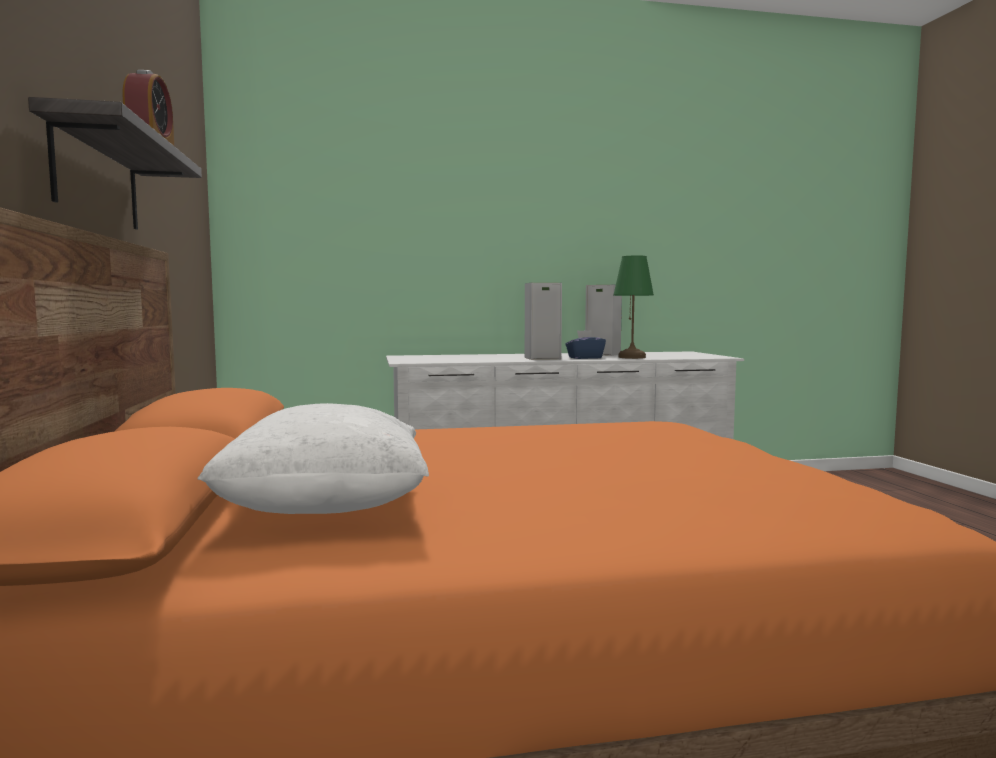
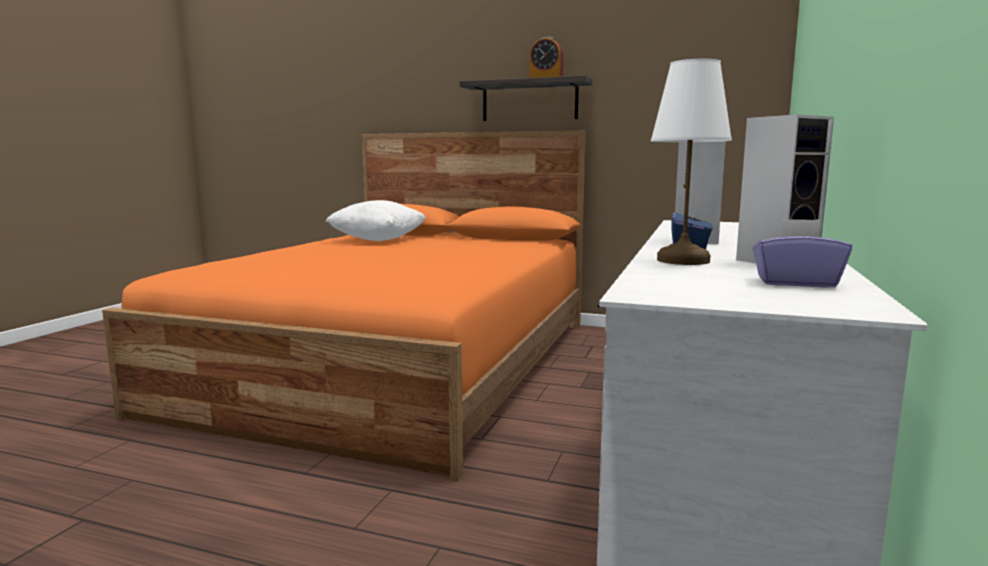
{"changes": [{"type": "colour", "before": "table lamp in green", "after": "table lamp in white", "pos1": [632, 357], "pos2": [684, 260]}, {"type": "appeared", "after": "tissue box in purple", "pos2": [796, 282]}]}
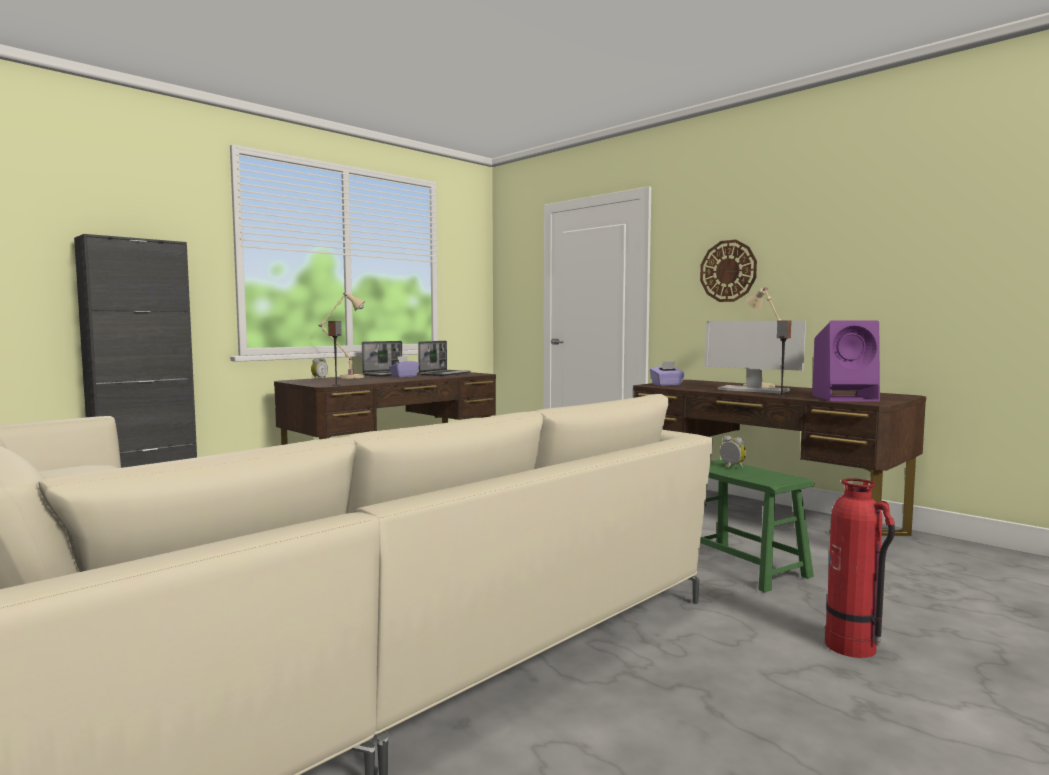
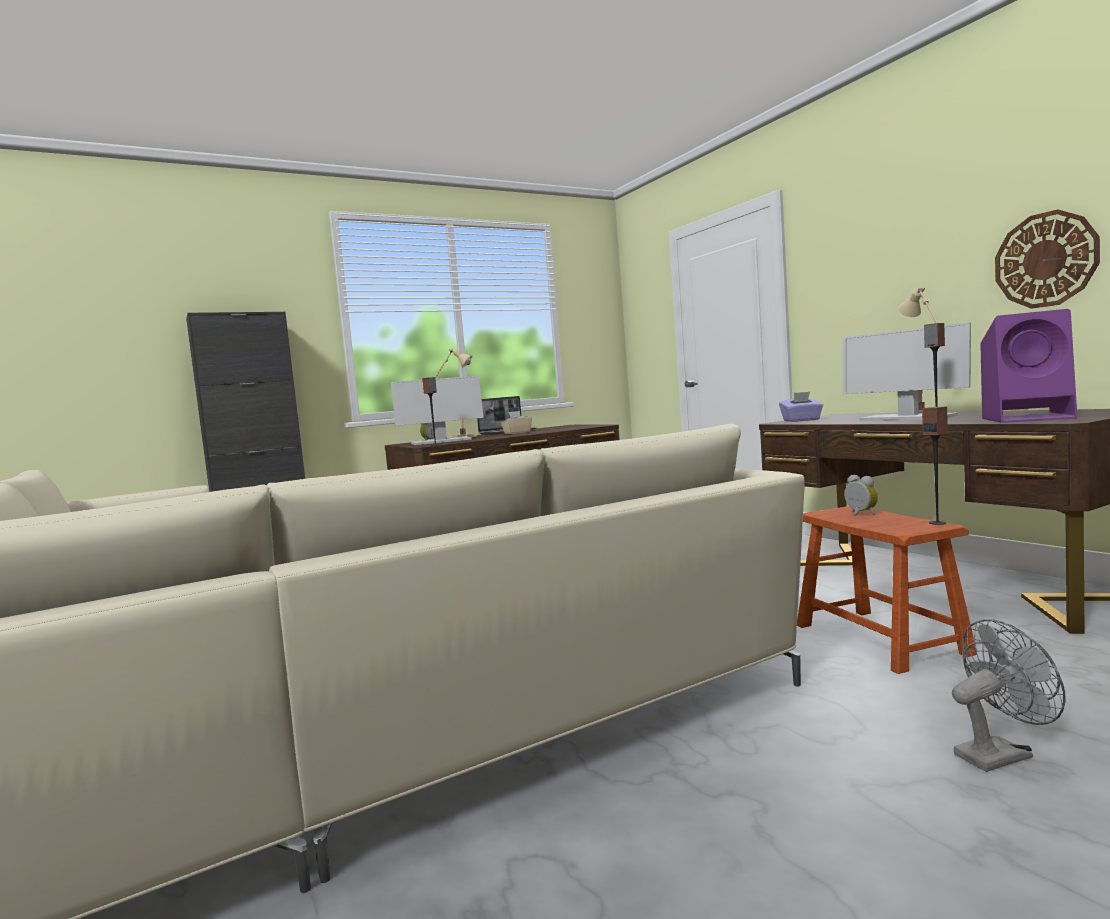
{"changes": [{"type": "appeared", "after": "monitor", "pos2": [440, 441]}, {"type": "colour", "before": "tissue box in purple", "after": "tissue box in beige", "pos1": [404, 376], "pos2": [517, 433]}, {"type": "colour", "before": "stool in green", "after": "stool in brown", "pos1": [742, 566], "pos2": [879, 639]}, {"type": "appeared", "after": "speaker", "pos2": [937, 523]}, {"type": "exchanged", "before": "fire extinguisher", "after": "fan in grey", "pos1": [851, 647], "pos2": [1000, 754]}, {"type": "relocated", "before": "wall clock", "pos1": [728, 271], "pos2": [1045, 260]}, {"type": "missing", "before": "laptop", "pos1": [445, 374]}]}
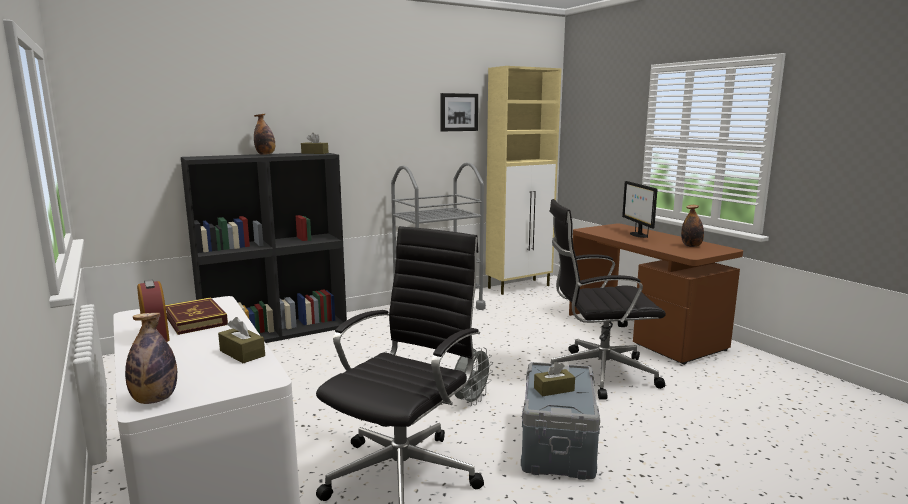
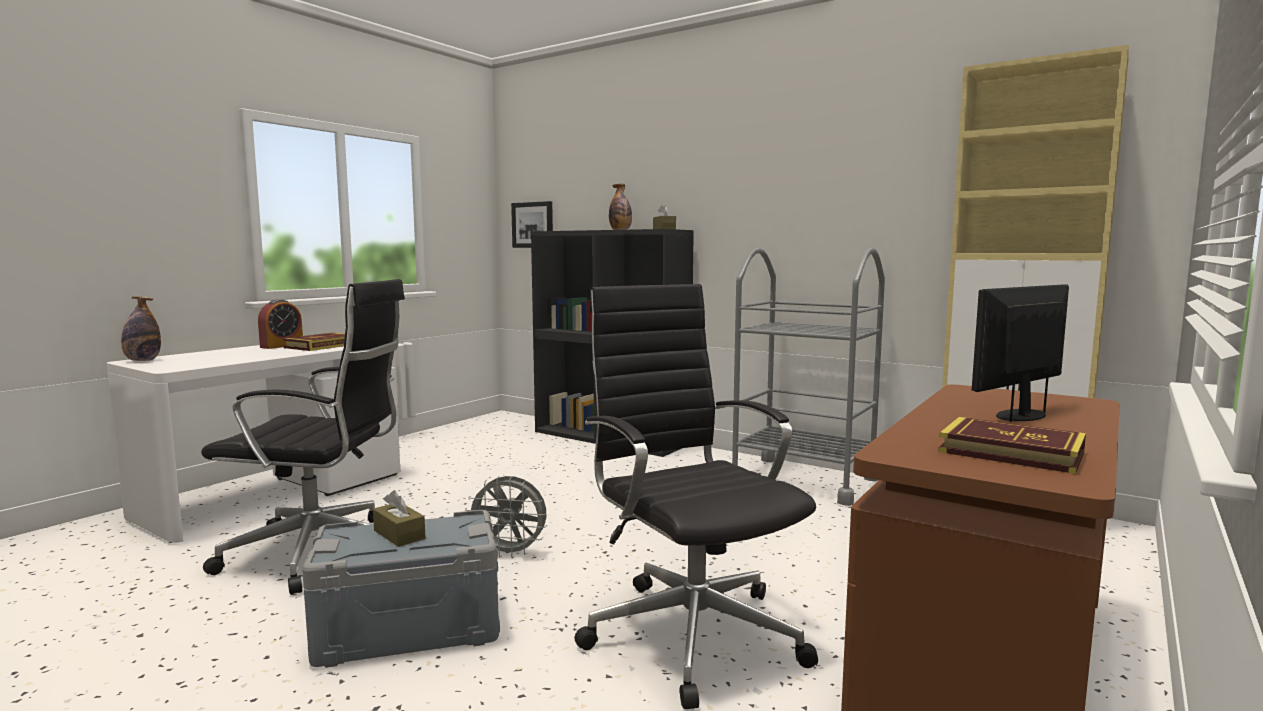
{"changes": [{"type": "relocated", "before": "picture", "pos1": [458, 112], "pos2": [533, 225]}, {"type": "exchanged", "before": "bottle", "after": "book", "pos1": [691, 246], "pos2": [1011, 452]}, {"type": "missing", "before": "tissue box in brown", "pos1": [242, 353]}]}
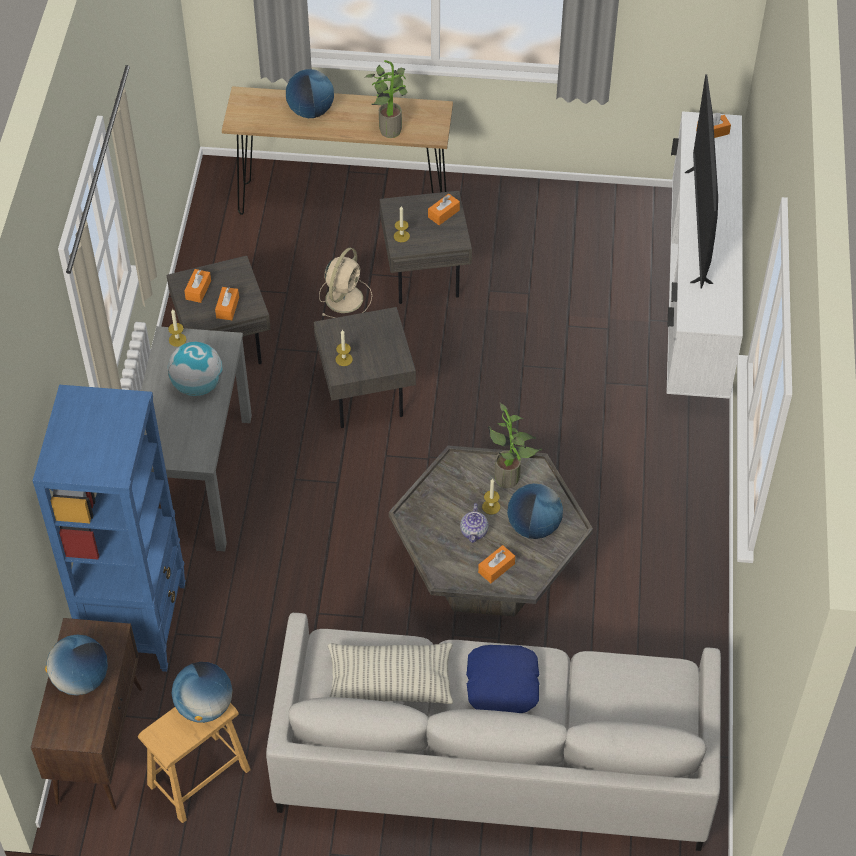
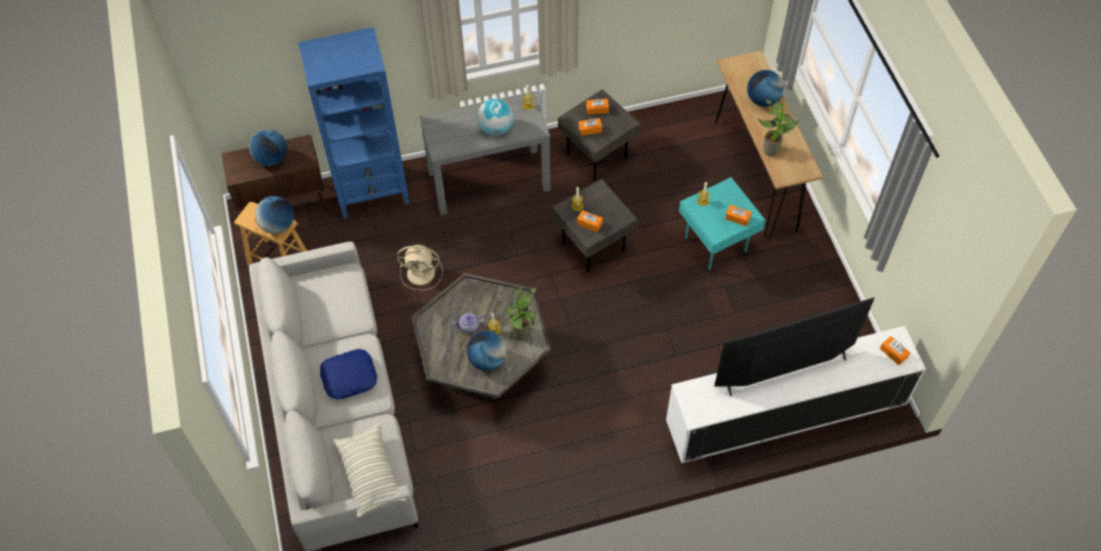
{"changes": [{"type": "relocated", "before": "pillow", "pos1": [390, 683], "pos2": [371, 475]}, {"type": "relocated", "before": "fan in beige", "pos1": [345, 297], "pos2": [422, 273]}, {"type": "relocated", "before": "tissue box in orange", "pos1": [496, 568], "pos2": [589, 224]}, {"type": "colour", "before": "side table in grey", "after": "side table in turquoise", "pos1": [426, 276], "pos2": [717, 245]}]}
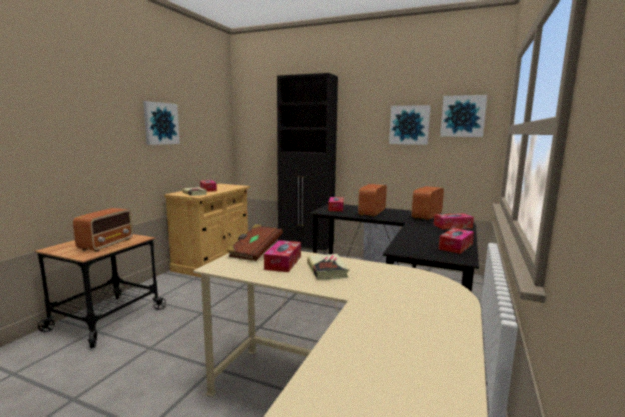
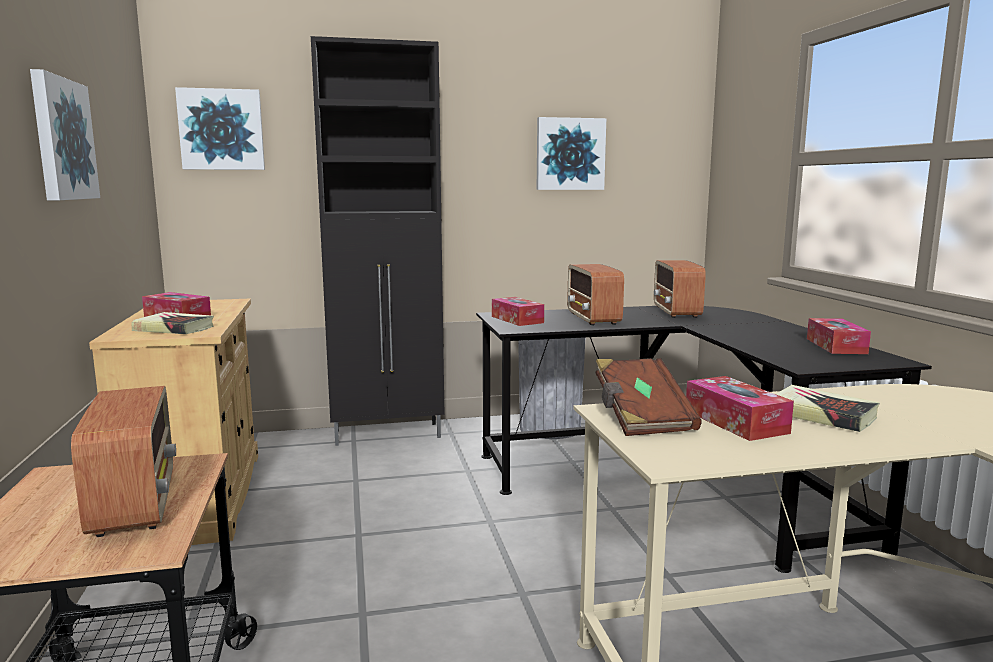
{"changes": [{"type": "relocated", "before": "picture", "pos1": [463, 116], "pos2": [221, 130]}, {"type": "missing", "before": "tissue box", "pos1": [452, 226]}]}
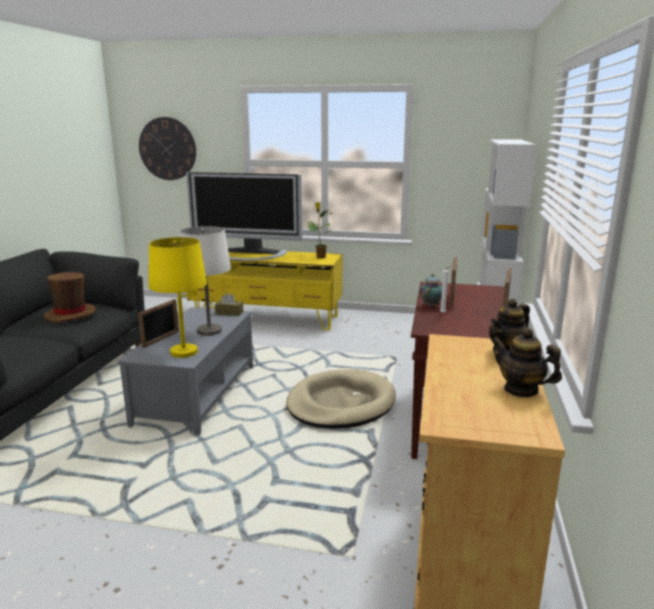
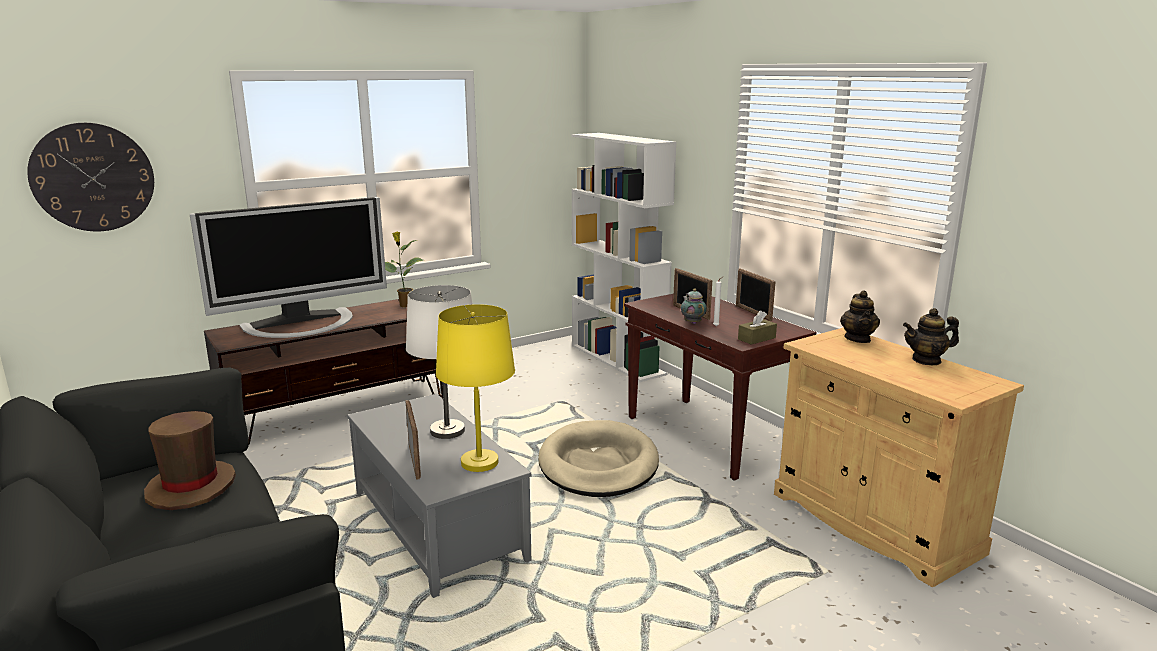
{"changes": [{"type": "colour", "before": "tv stand in yellow", "after": "tv stand in brown", "pos1": [267, 318], "pos2": [339, 410]}, {"type": "relocated", "before": "tissue box in brown", "pos1": [229, 313], "pos2": [756, 338]}]}
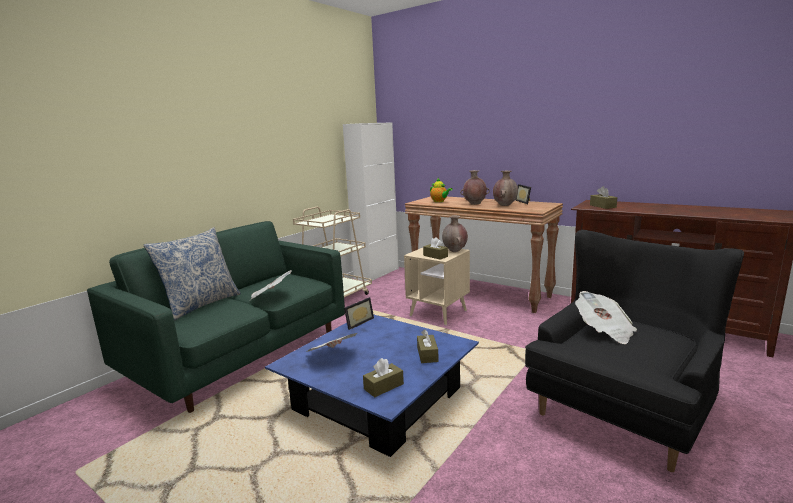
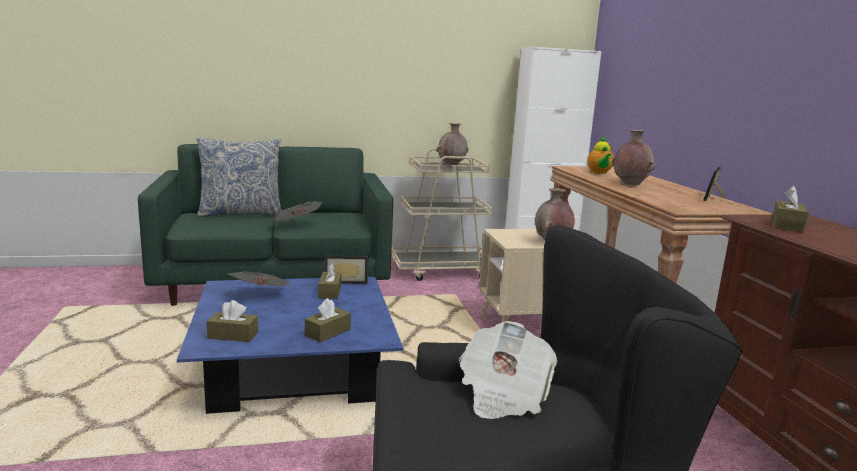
{"changes": [{"type": "relocated", "before": "tissue box in brown", "pos1": [435, 256], "pos2": [330, 292]}, {"type": "relocated", "before": "vase in brown", "pos1": [505, 205], "pos2": [451, 165]}]}
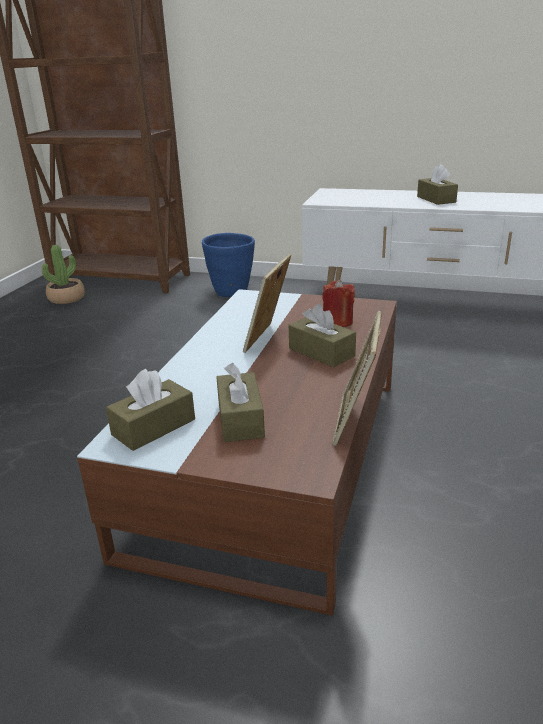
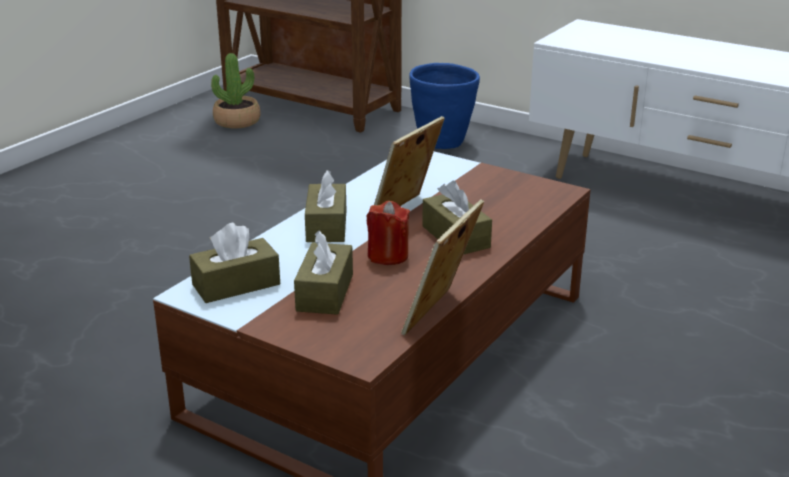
{"changes": [{"type": "relocated", "before": "tissue box in brown", "pos1": [436, 199], "pos2": [326, 226]}, {"type": "relocated", "before": "candle in red", "pos1": [337, 322], "pos2": [388, 256]}]}
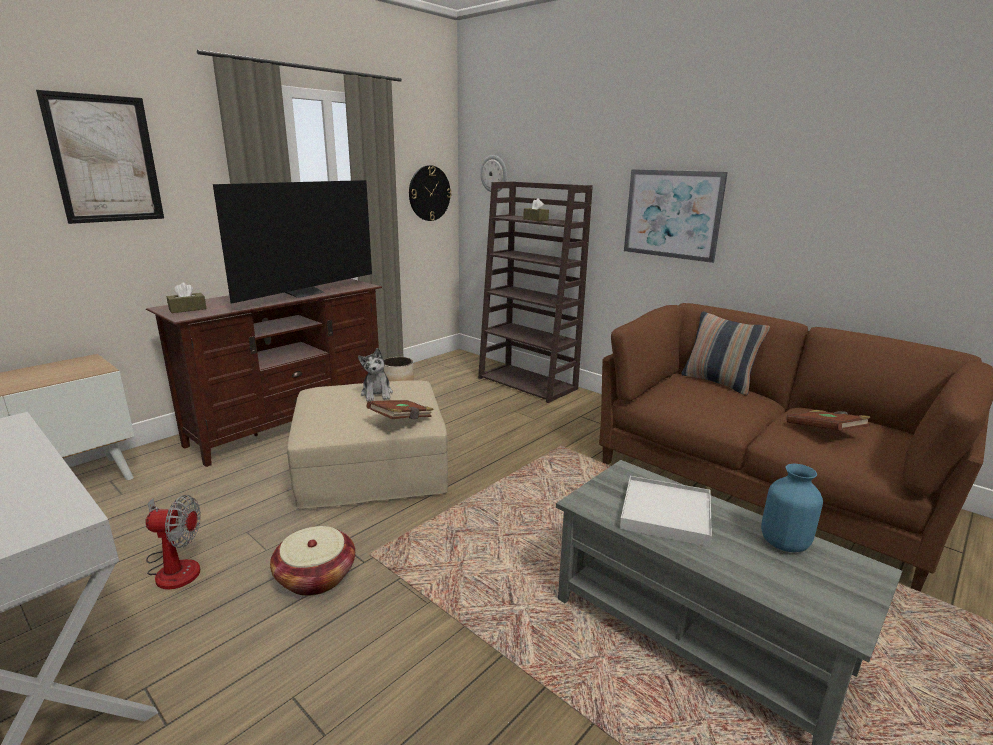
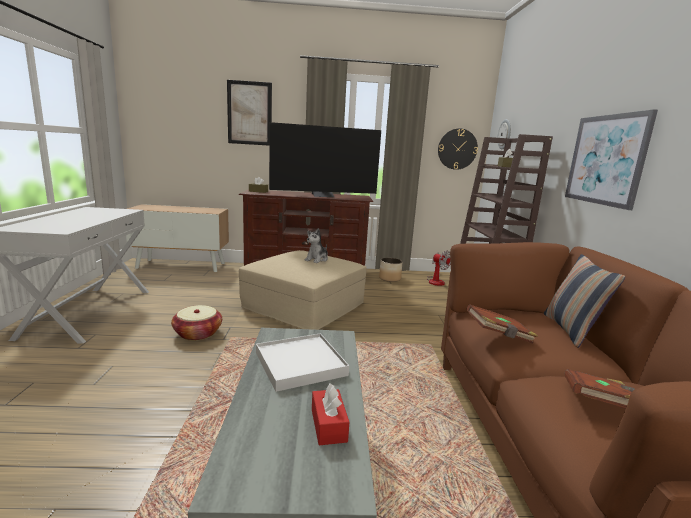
{"changes": [{"type": "exchanged", "before": "vase in blue", "after": "tissue box in red", "pos1": [783, 543], "pos2": [328, 425]}, {"type": "relocated", "before": "fan", "pos1": [175, 566], "pos2": [436, 281]}, {"type": "relocated", "before": "book in brown", "pos1": [402, 420], "pos2": [499, 335]}]}
